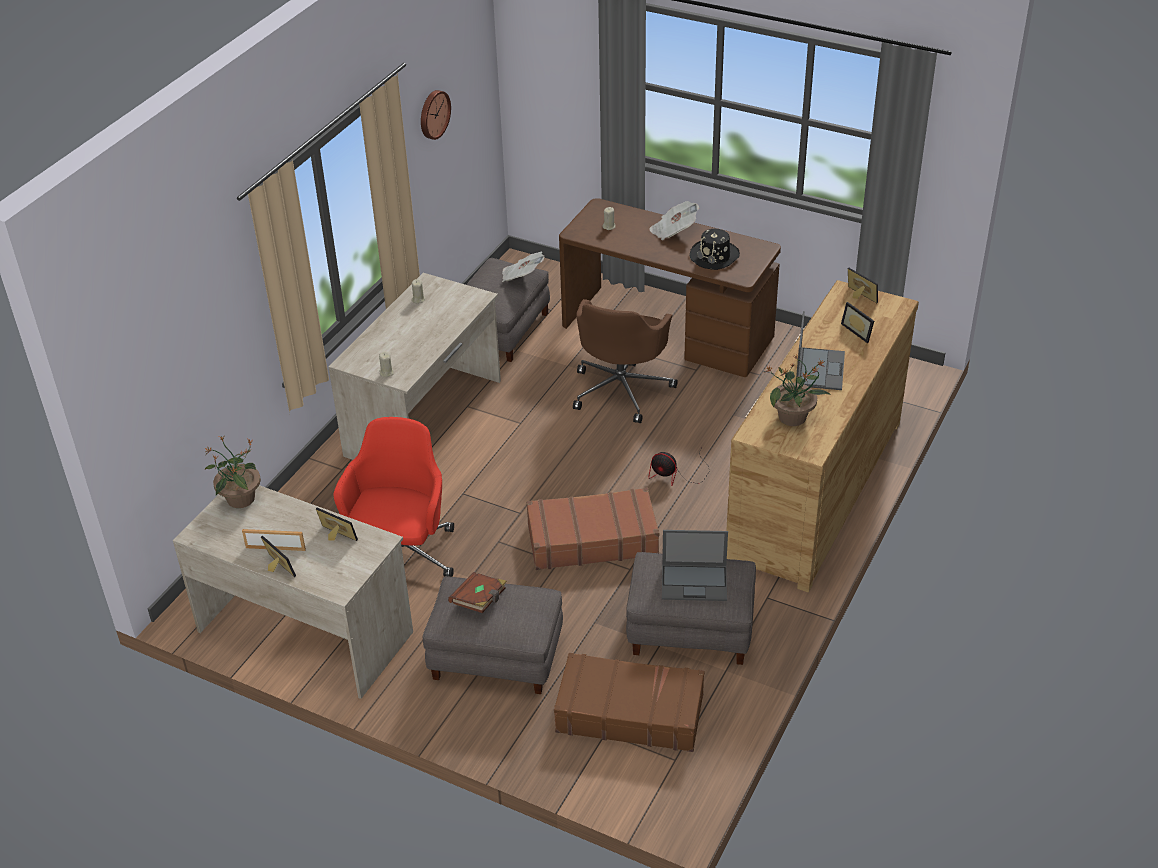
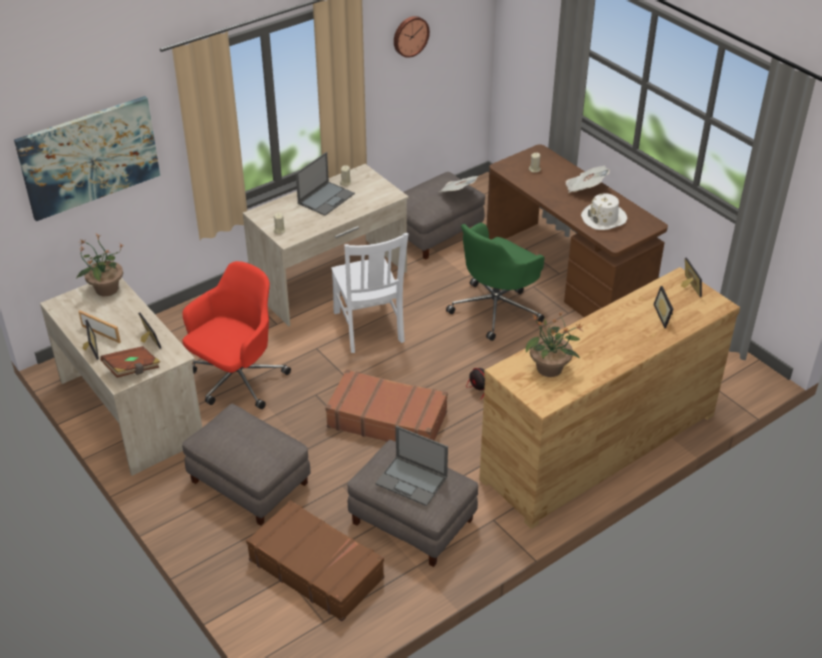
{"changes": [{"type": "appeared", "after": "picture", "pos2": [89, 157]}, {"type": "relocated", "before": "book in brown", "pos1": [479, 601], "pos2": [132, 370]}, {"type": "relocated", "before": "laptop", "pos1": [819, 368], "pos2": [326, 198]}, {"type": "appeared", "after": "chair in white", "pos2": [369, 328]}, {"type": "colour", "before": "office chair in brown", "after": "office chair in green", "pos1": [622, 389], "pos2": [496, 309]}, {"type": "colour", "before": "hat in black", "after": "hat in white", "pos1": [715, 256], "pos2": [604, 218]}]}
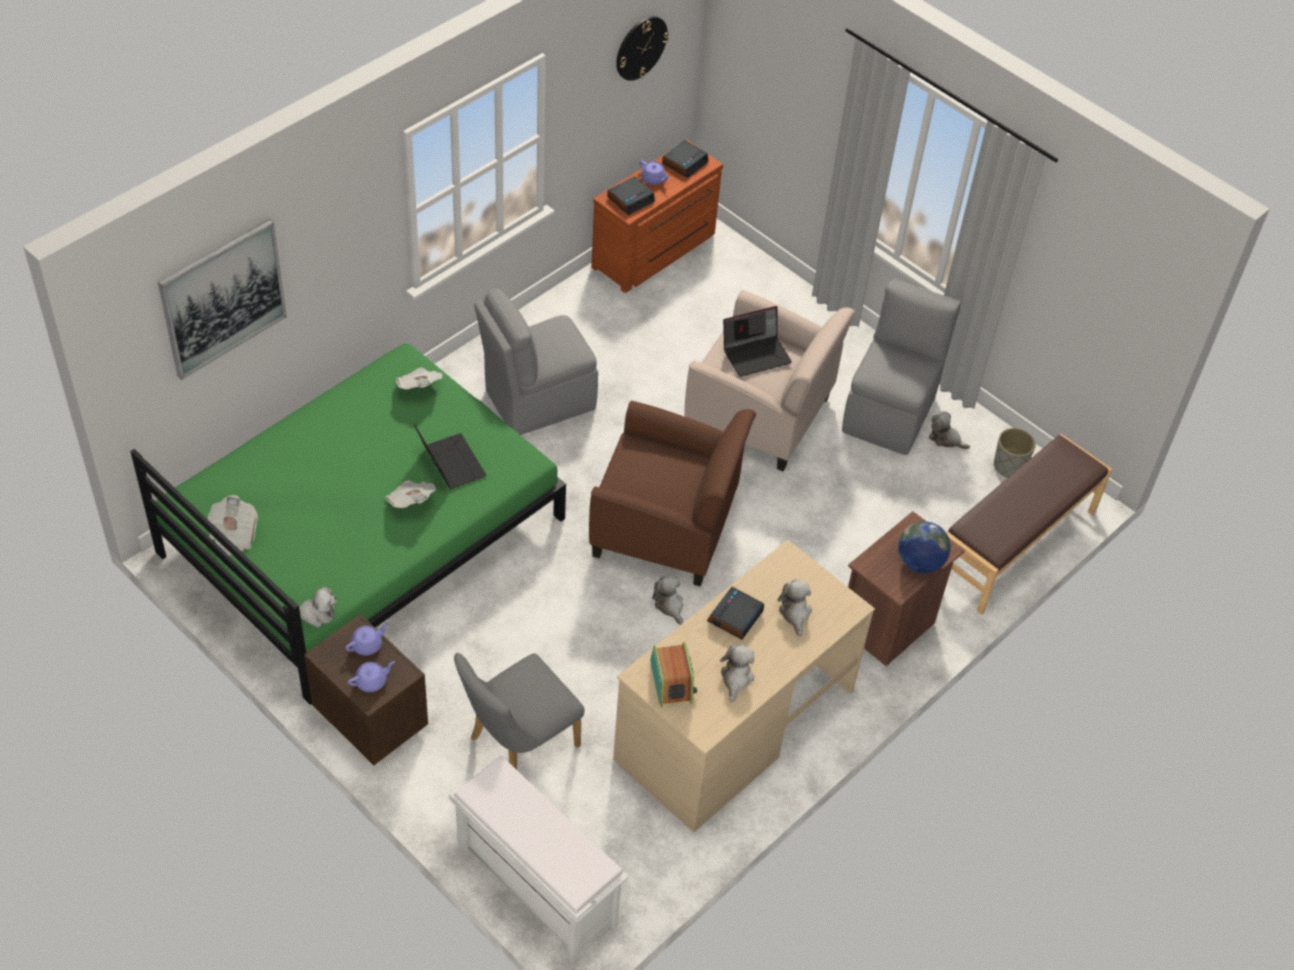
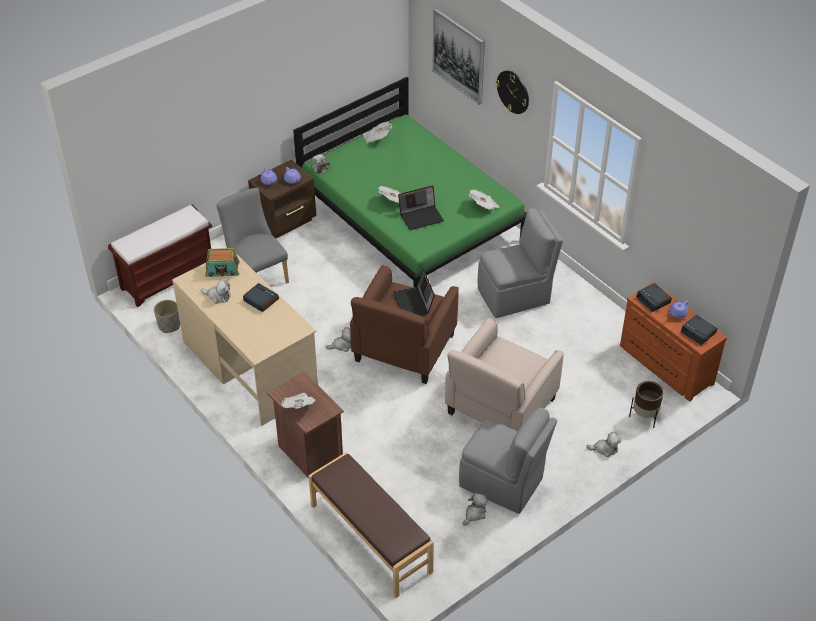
{"changes": [{"type": "colour", "before": "bench in white", "after": "bench in brown", "pos1": [535, 887], "pos2": [168, 277]}, {"type": "relocated", "before": "planter in grey", "pos1": [1009, 466], "pos2": [169, 325]}, {"type": "exchanged", "before": "globe", "after": "newspaper", "pos1": [919, 562], "pos2": [299, 407]}, {"type": "relocated", "before": "laptop", "pos1": [756, 354], "pos2": [414, 303]}, {"type": "spun", "before": "chair in grey", "pos1": [537, 400], "pos2": [515, 295], "turn": 90}, {"type": "relocated", "before": "wall clock", "pos1": [641, 47], "pos2": [513, 91]}, {"type": "relocated", "before": "plush toy", "pos1": [795, 613], "pos2": [605, 449]}, {"type": "appeared", "after": "planter in brown", "pos2": [644, 417]}]}
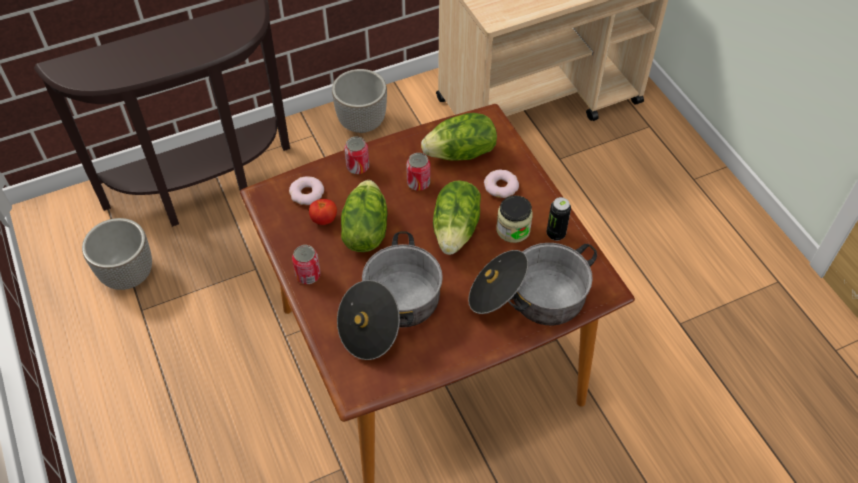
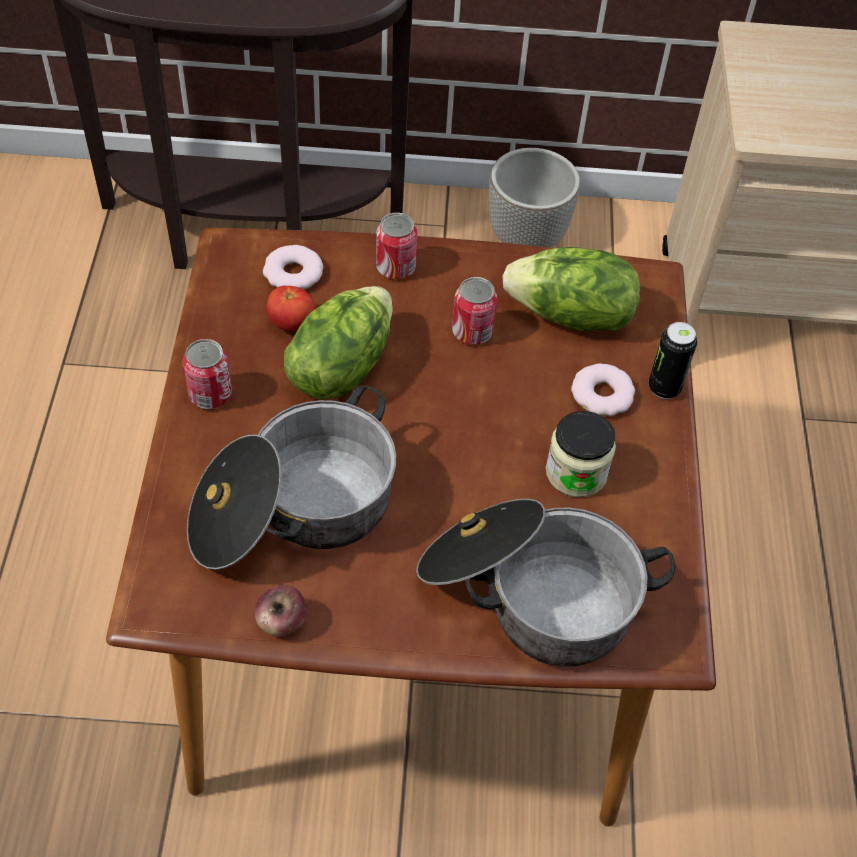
{"changes": [{"type": "appeared", "after": "apple", "pos2": [281, 622]}, {"type": "relocated", "before": "can", "pos1": [555, 234], "pos2": [664, 388]}, {"type": "missing", "before": "planter", "pos1": [128, 276]}, {"type": "missing", "before": "lettuce", "pos1": [456, 230]}]}
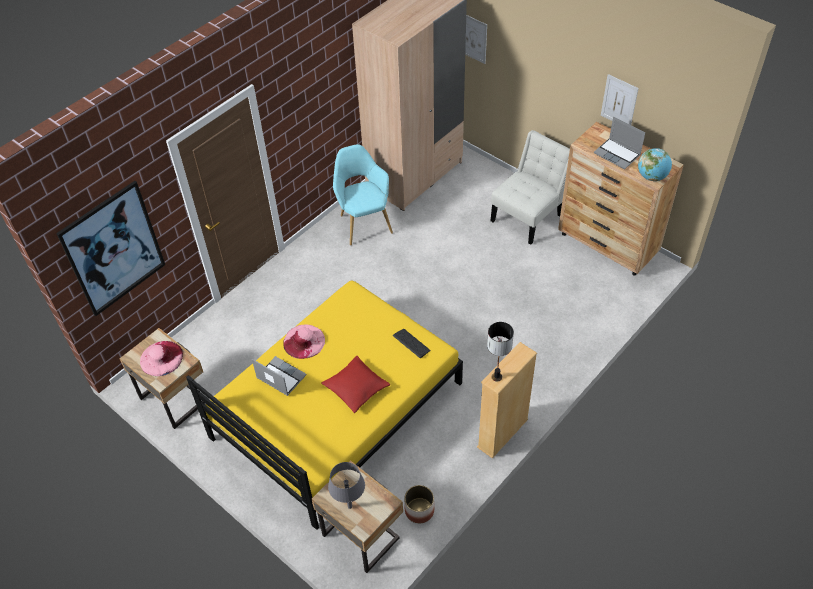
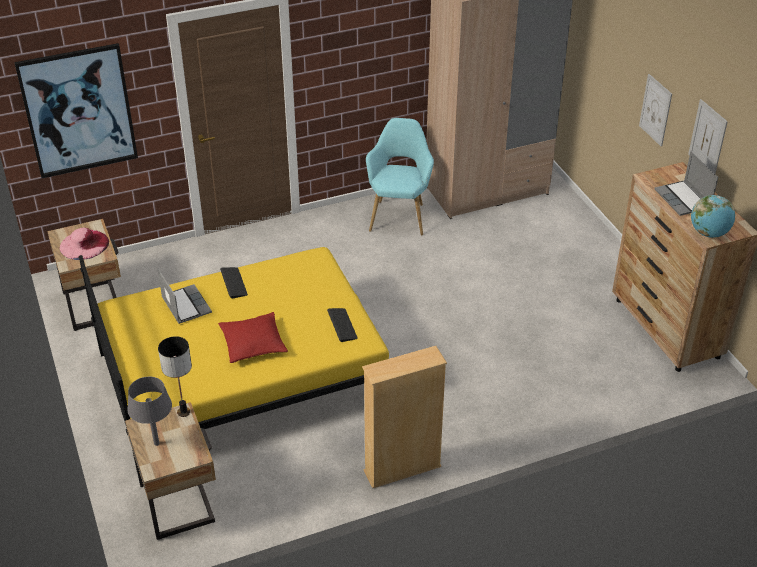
{"changes": [{"type": "relocated", "before": "table lamp", "pos1": [497, 377], "pos2": [183, 412]}, {"type": "exchanged", "before": "hat in pink", "after": "keyboard", "pos1": [304, 341], "pos2": [234, 283]}, {"type": "relocated", "before": "picture", "pos1": [473, 38], "pos2": [655, 110]}, {"type": "missing", "before": "planter", "pos1": [419, 510]}, {"type": "missing", "before": "chair in white", "pos1": [529, 216]}]}
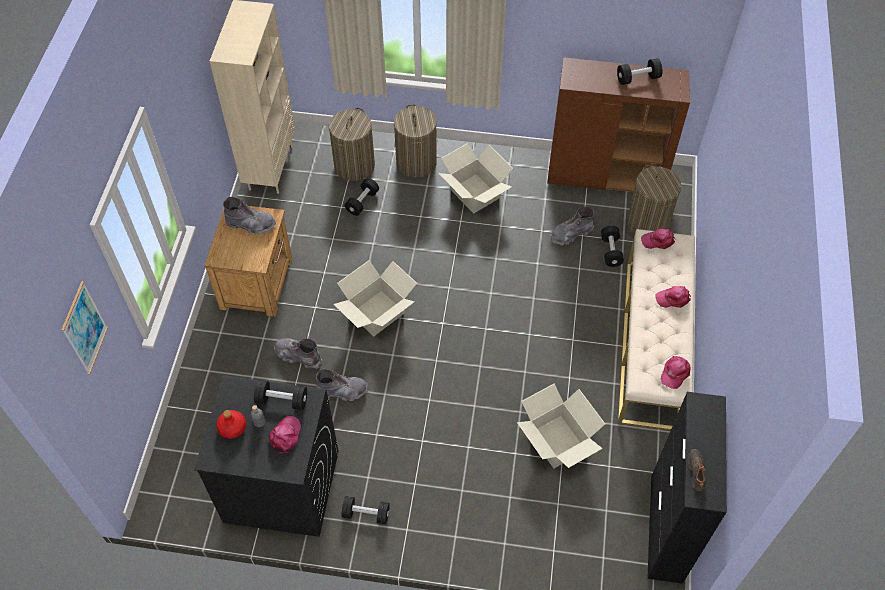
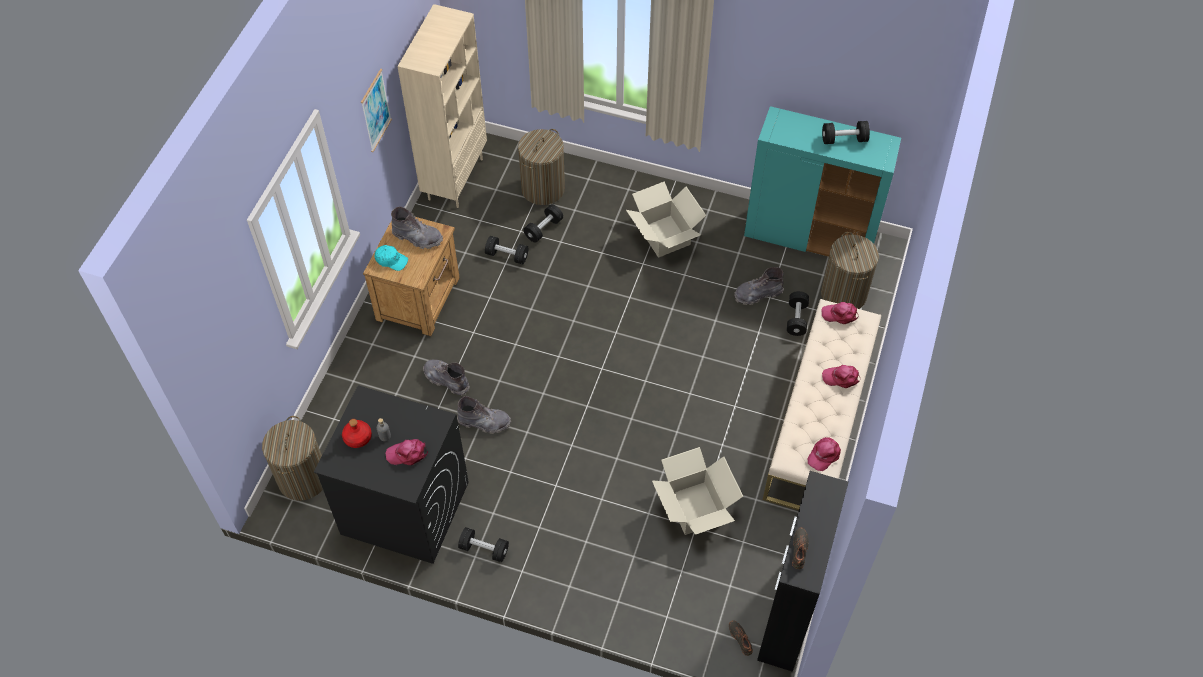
{"changes": [{"type": "relocated", "before": "laundry basket", "pos1": [416, 162], "pos2": [303, 478]}, {"type": "relocated", "before": "picture", "pos1": [84, 328], "pos2": [375, 110]}, {"type": "appeared", "after": "cap in turquoise", "pos2": [391, 260]}, {"type": "spun", "before": "cap in pink", "pos1": [285, 436], "pos2": [407, 454], "turn": -120}, {"type": "relocated", "before": "dumbbell in black", "pos1": [282, 400], "pos2": [507, 255]}, {"type": "appeared", "after": "shoe in black", "pos2": [741, 638]}, {"type": "colour", "before": "cabinet in brown", "after": "cabinet in turquoise", "pos1": [606, 175], "pos2": [810, 236]}, {"type": "missing", "before": "cardboard box", "pos1": [378, 313]}]}
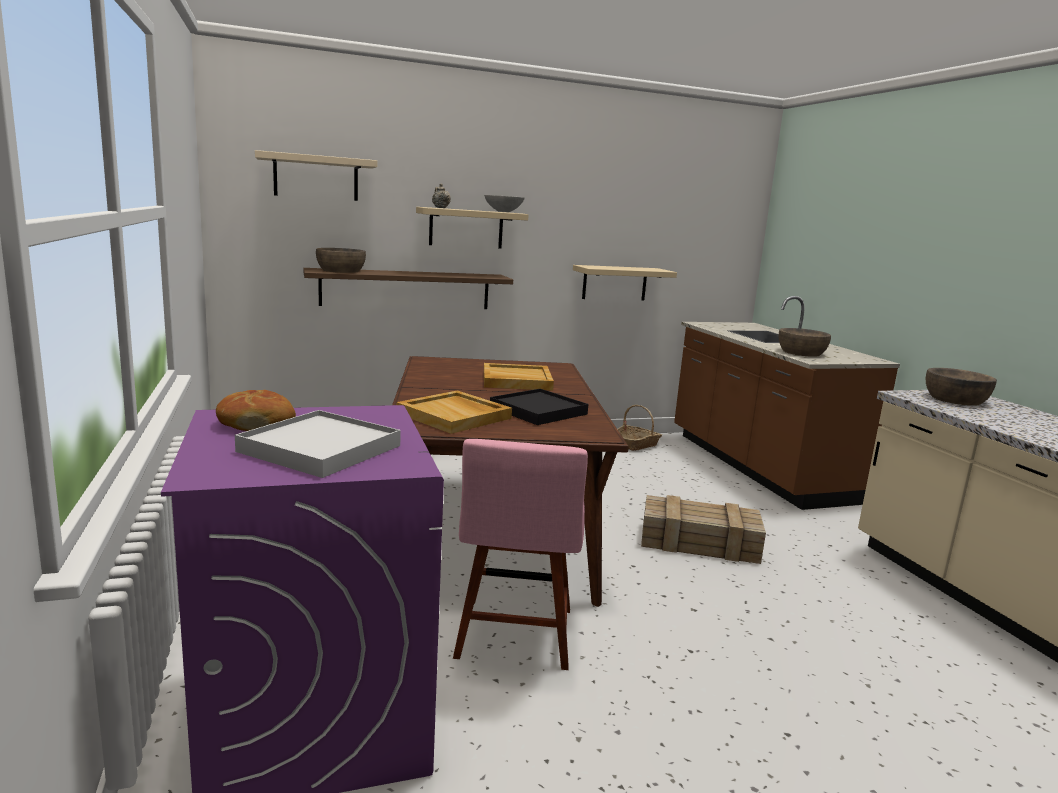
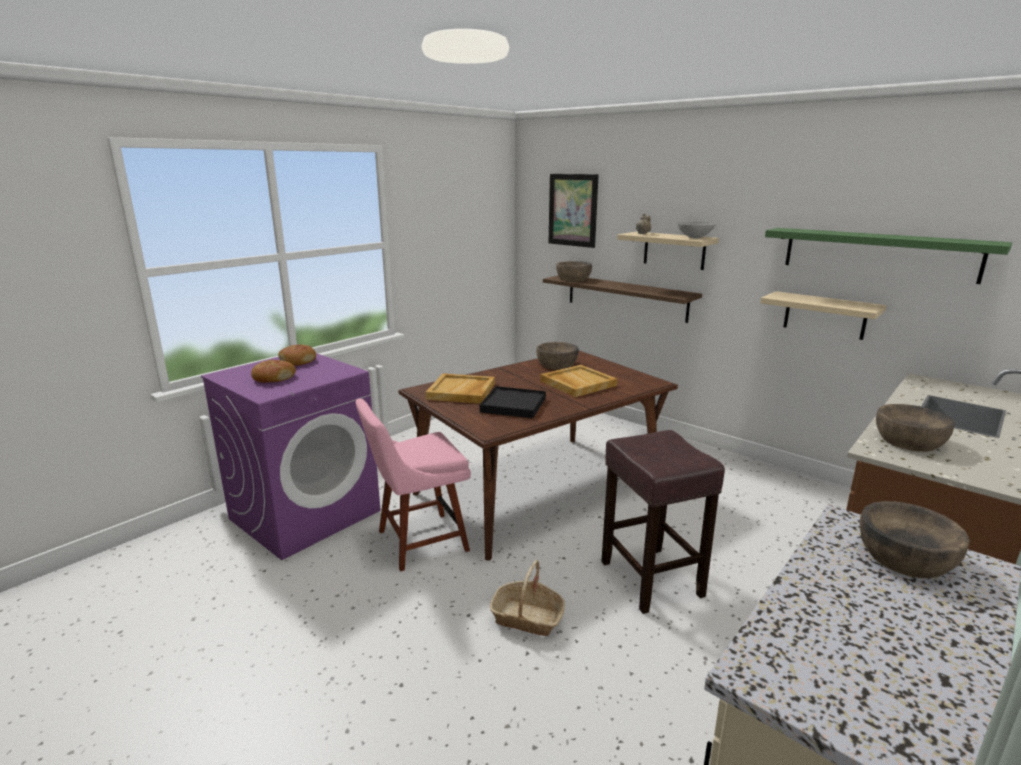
{"changes": [{"type": "exchanged", "before": "tray in white", "after": "bread", "pos1": [320, 449], "pos2": [273, 378]}, {"type": "relocated", "before": "basket", "pos1": [636, 444], "pos2": [527, 617]}, {"type": "appeared", "after": "bowl in brown", "pos2": [557, 364]}, {"type": "exchanged", "before": "shelf in beige", "after": "picture", "pos1": [316, 177], "pos2": [572, 210]}, {"type": "exchanged", "before": "crate", "after": "stool in brown", "pos1": [697, 542], "pos2": [649, 577]}, {"type": "appeared", "after": "shelf in green", "pos2": [878, 254]}]}
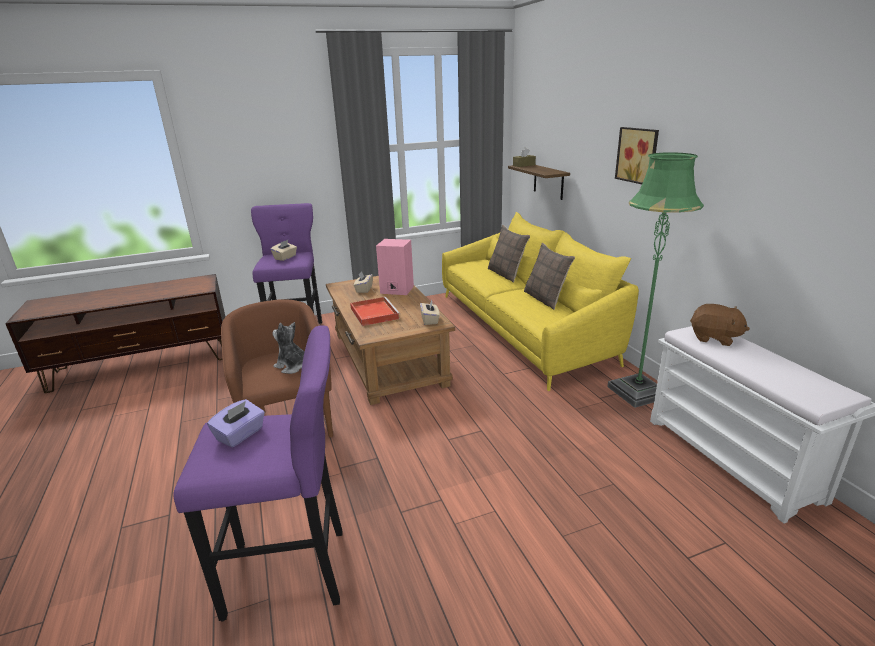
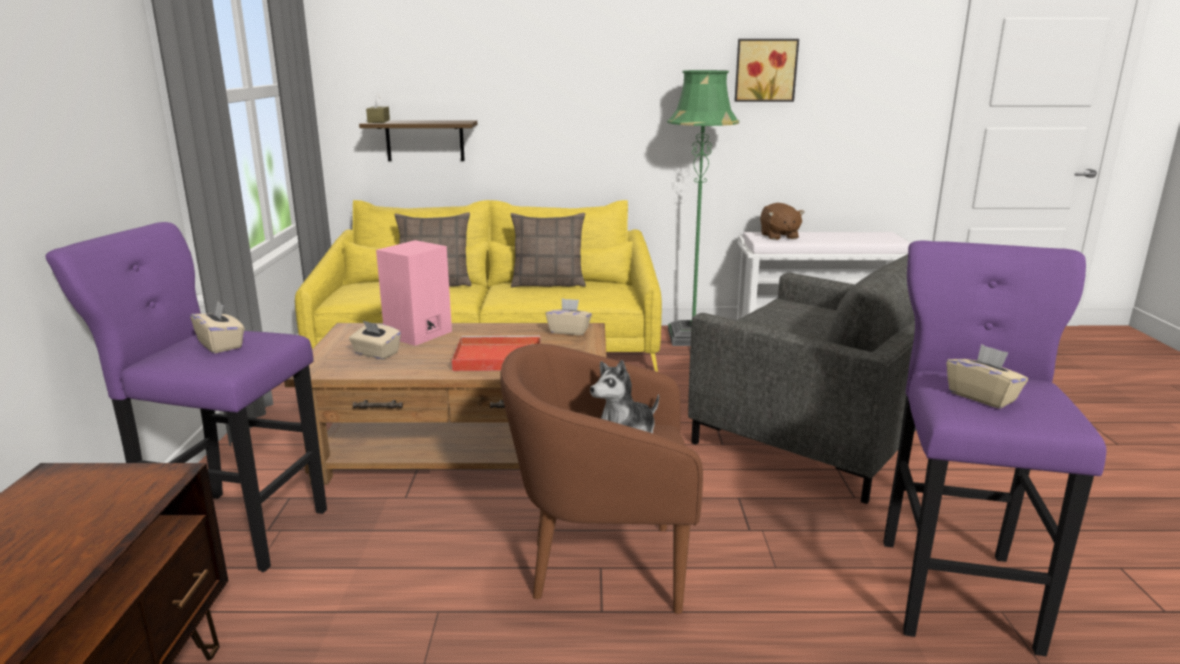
{"changes": [{"type": "appeared", "after": "armchair in grey", "pos2": [813, 435]}, {"type": "relocated", "before": "picture", "pos1": [638, 155], "pos2": [765, 70]}, {"type": "spun", "before": "plush toy in brown", "pos1": [714, 338], "pos2": [778, 236], "turn": 120}, {"type": "colour", "before": "tissue box in purple", "after": "tissue box in beige", "pos1": [240, 435], "pos2": [982, 397]}]}
